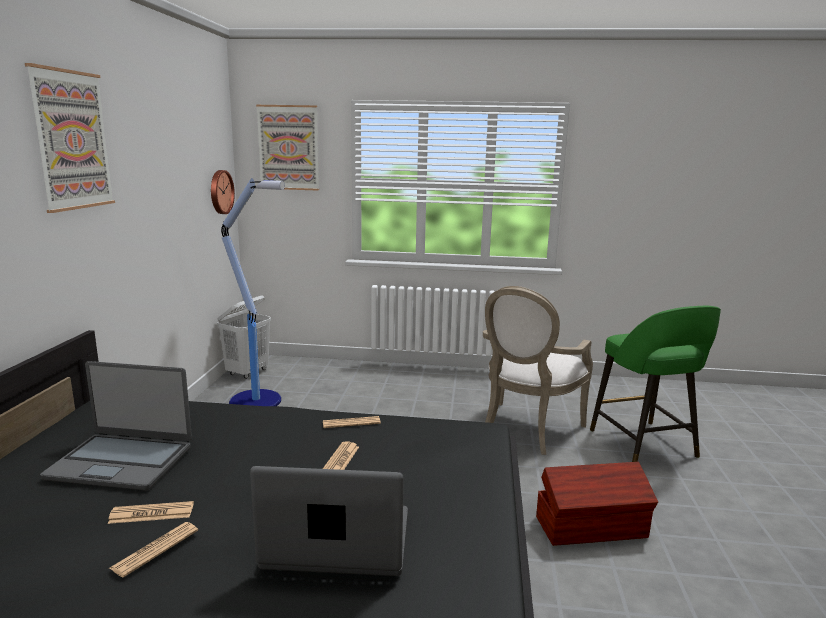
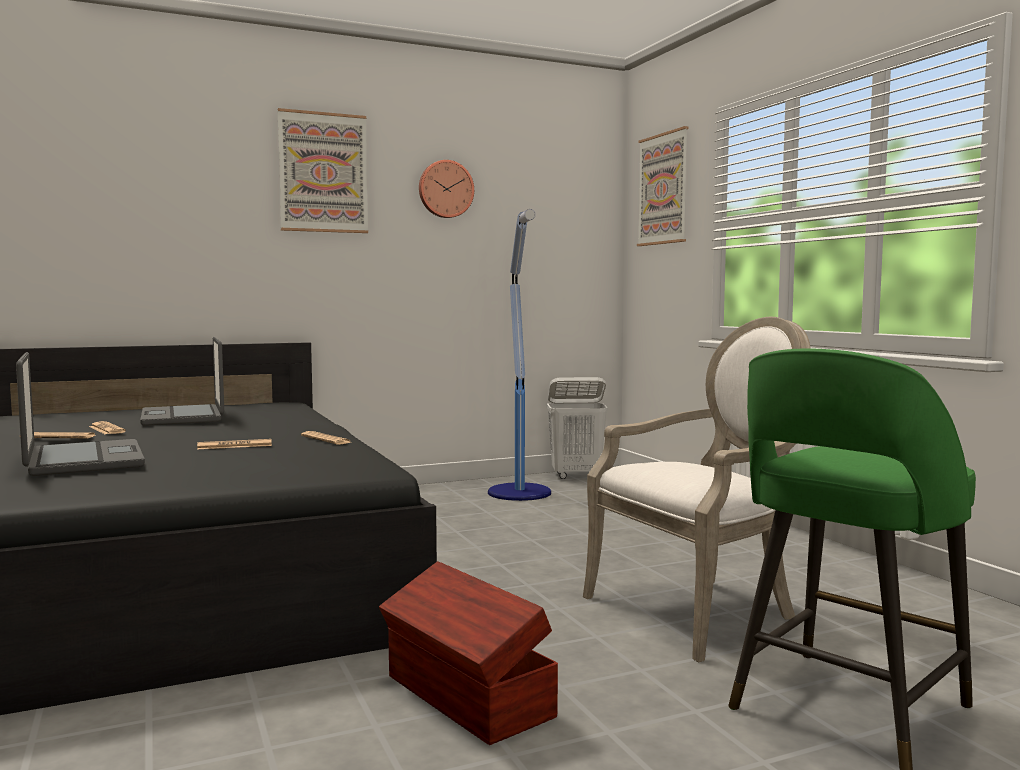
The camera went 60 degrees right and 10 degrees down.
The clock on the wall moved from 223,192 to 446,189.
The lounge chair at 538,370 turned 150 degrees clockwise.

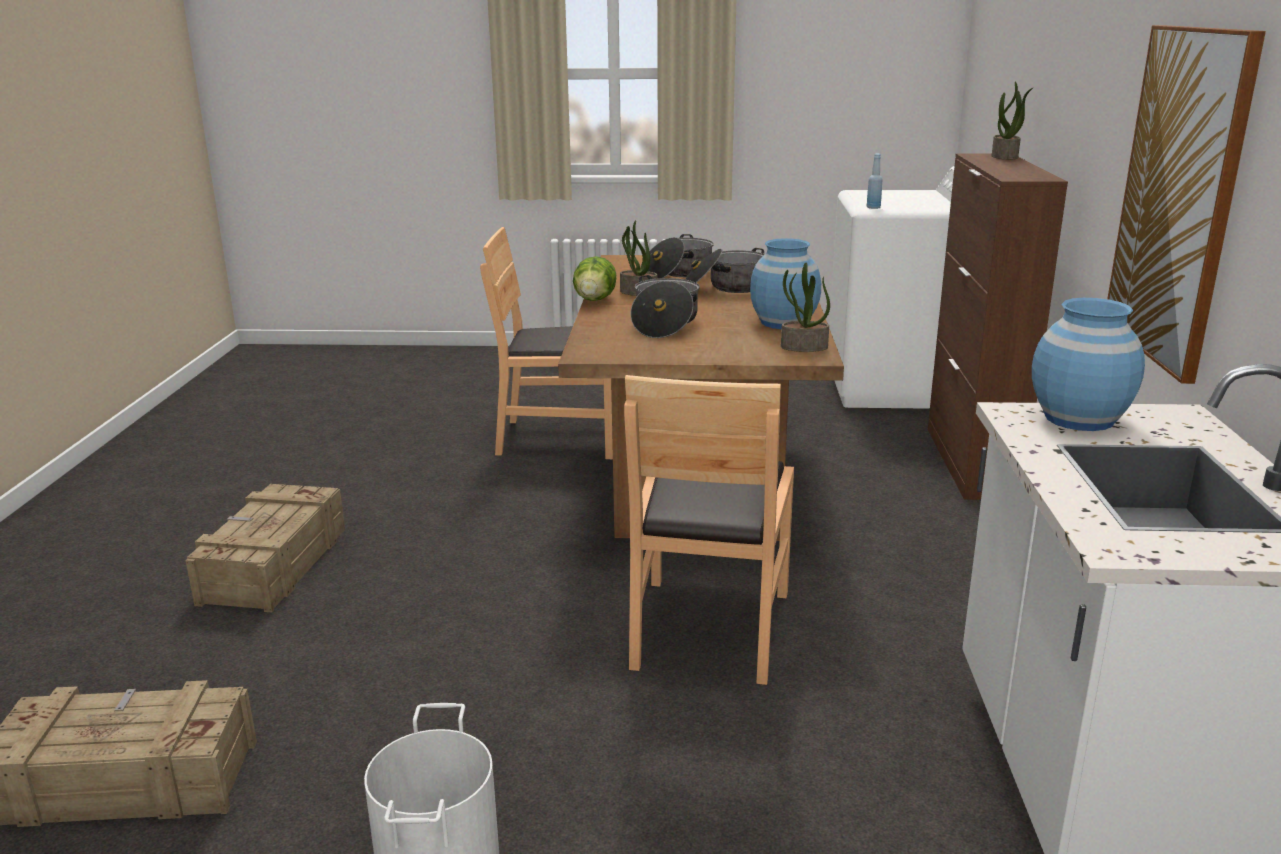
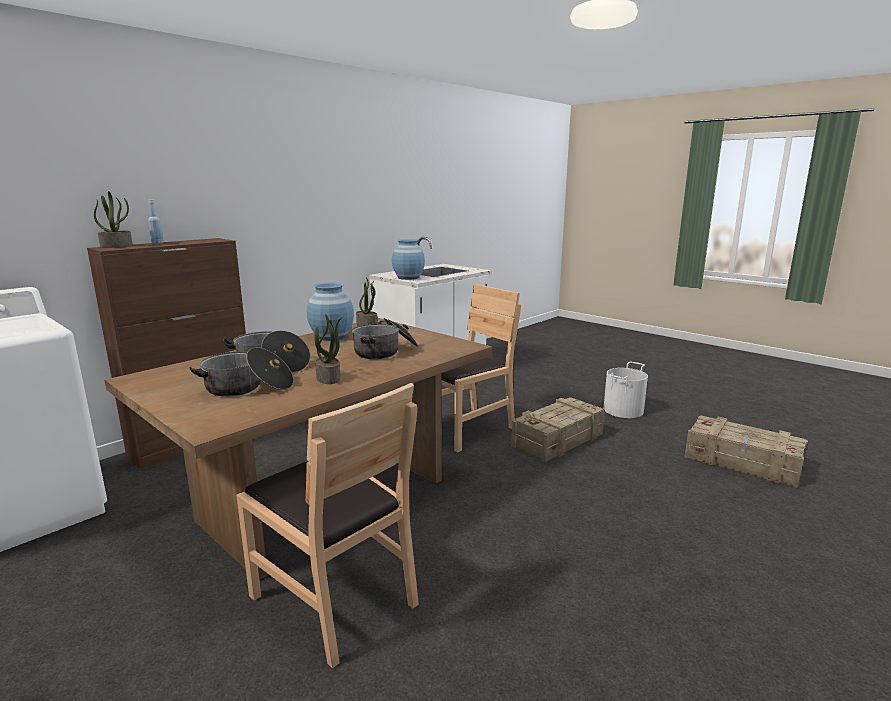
The camera went 140 degrees left and 5 degrees down.
The packing crate moved from 265,548 to 558,429.
The lettuce head at 594,278 disappeared.
The bluish bottle moved from 875,181 to 156,222.
The wall art at 1186,204 disappeared.

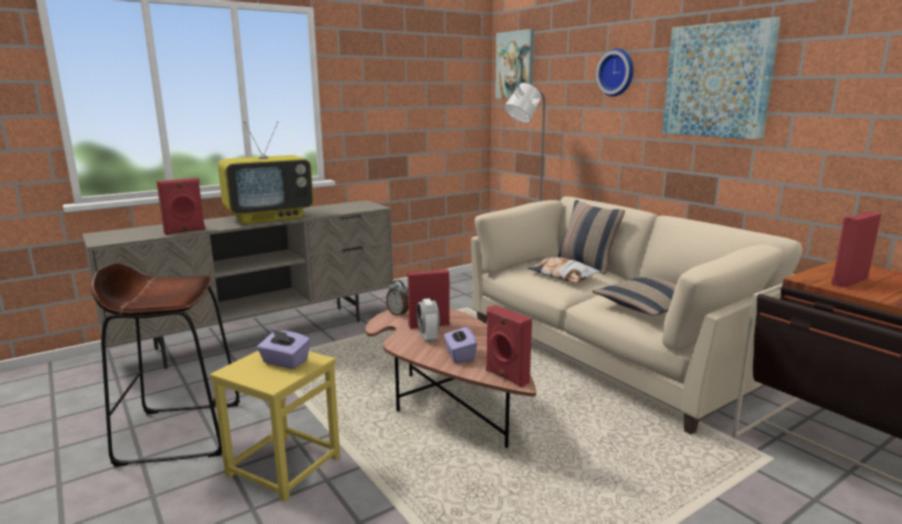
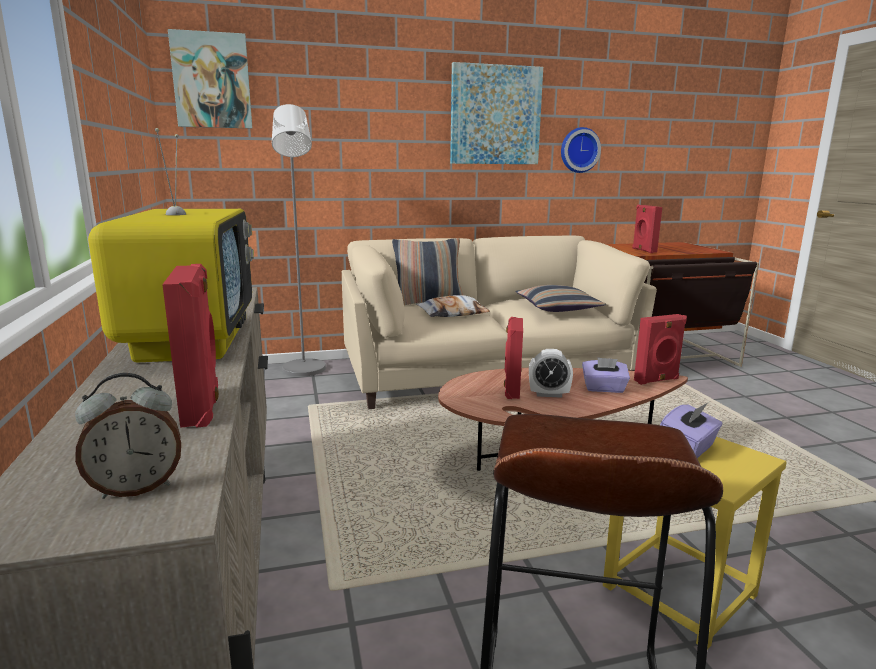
The camera went 70 degrees left and 0 degrees up.
The alarm clock moved from 397,298 to 128,436.
The clock on the wall moved from 615,72 to 581,150.

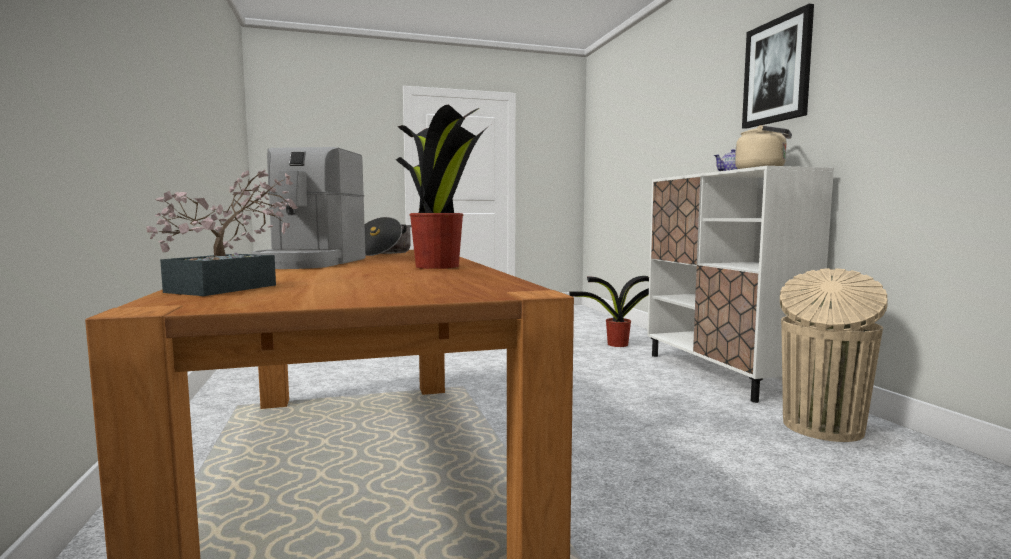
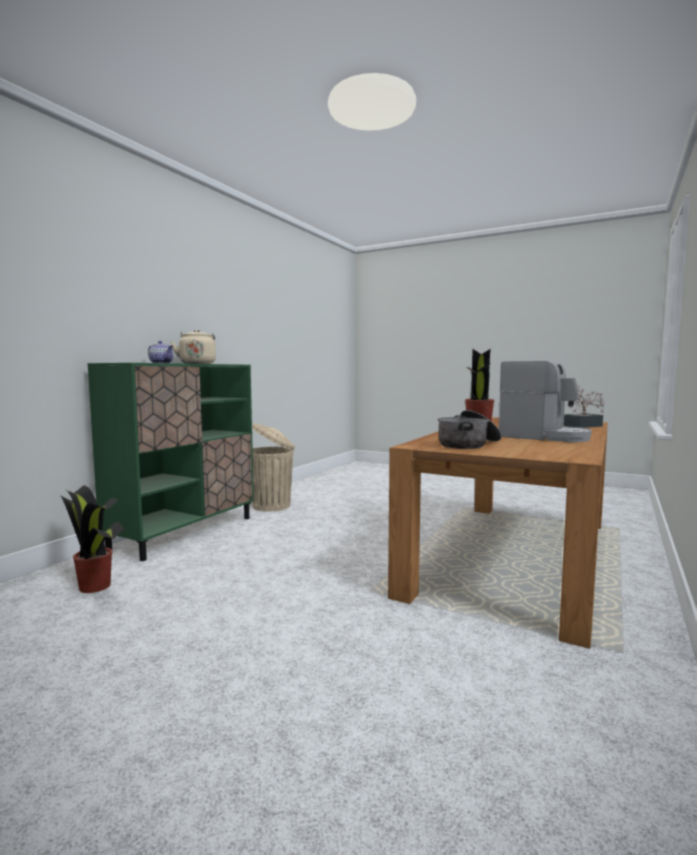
The camera went 135 degrees left and 0 degrees up.
The coffee brewer at 308,208 turned 75 degrees clockwise.
The whitish cupboard at 740,284 became the greenish cupboard at 171,462.
The wall art at 778,66 disappeared.

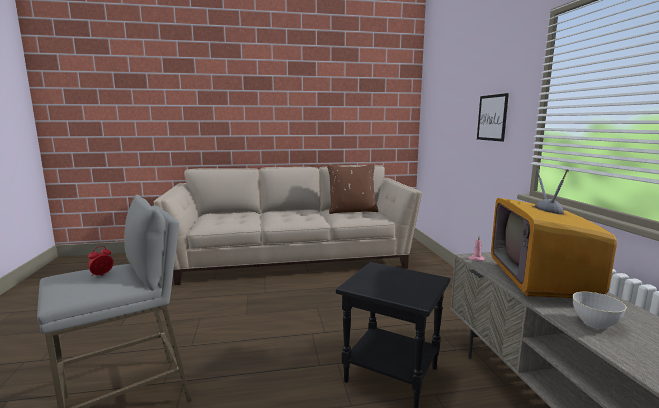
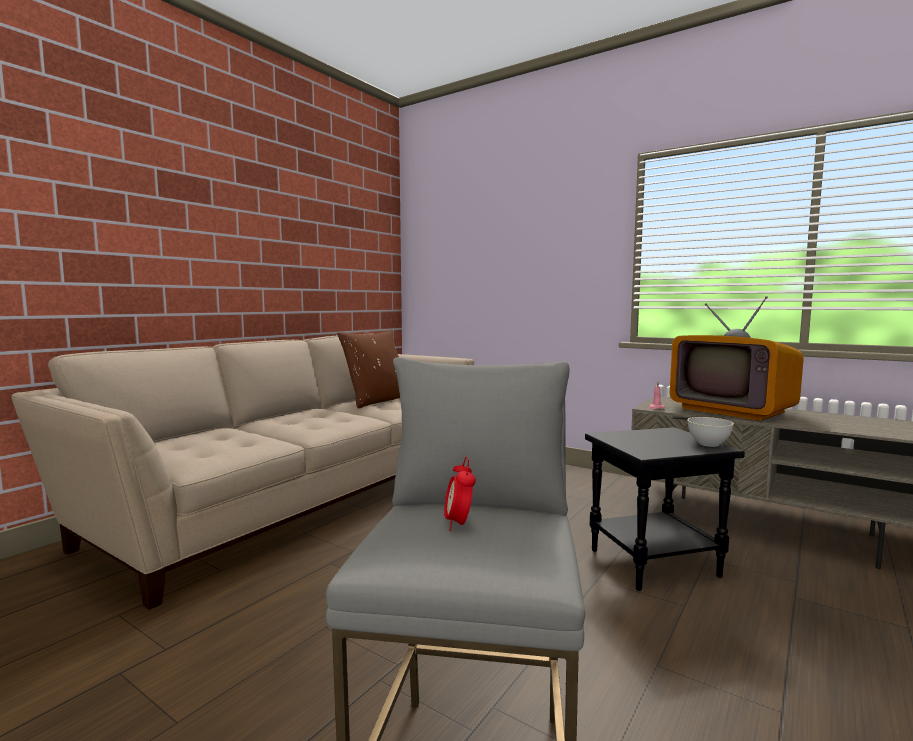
The camera went 45 degrees left and 5 degrees down.
The wall art at 493,117 disappeared.
The greyish bowl moved from 600,310 to 710,432.

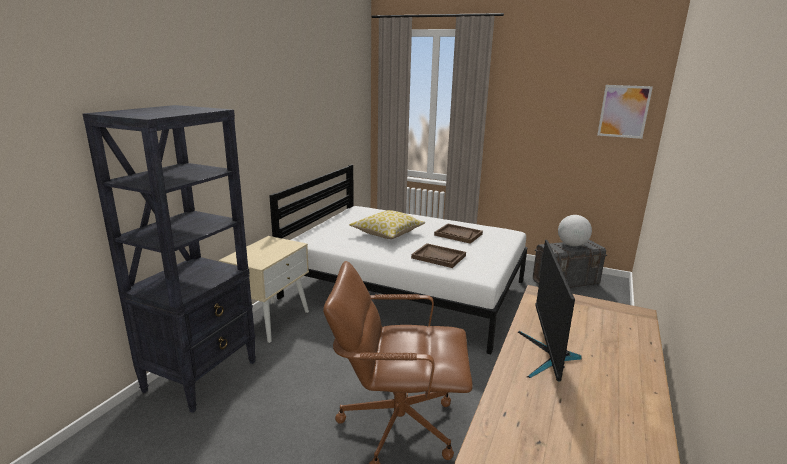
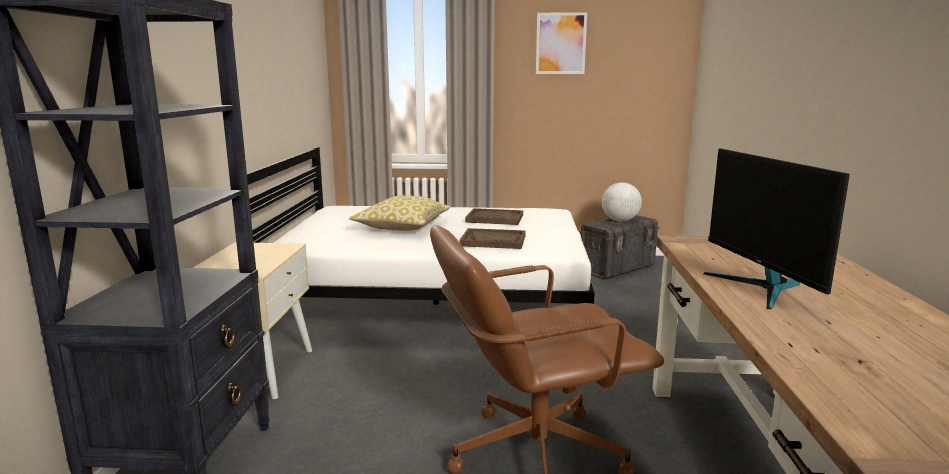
The camera went 20 degrees left and 5 degrees down.
The wall art moved from 625,112 to 561,43.

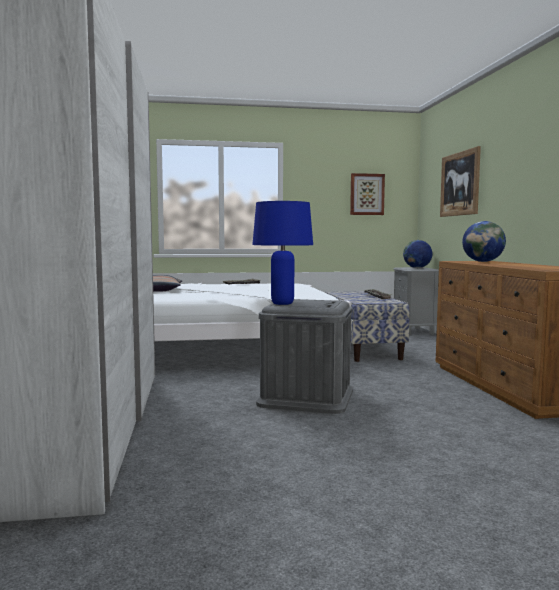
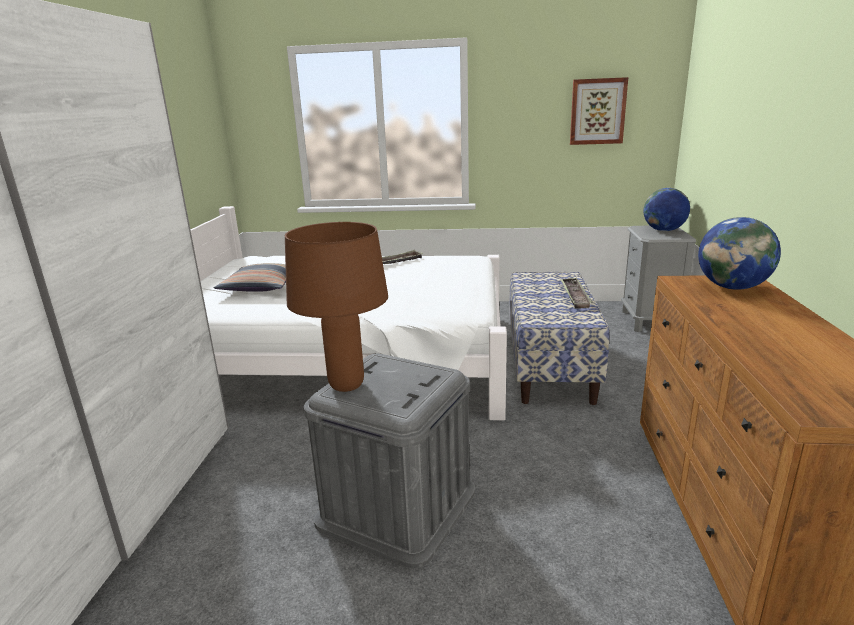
The camera went 15 degrees right and 15 degrees up.
The bluish table lamp at 282,253 became the brown-coloured table lamp at 336,307.
The wall art at 460,181 disappeared.

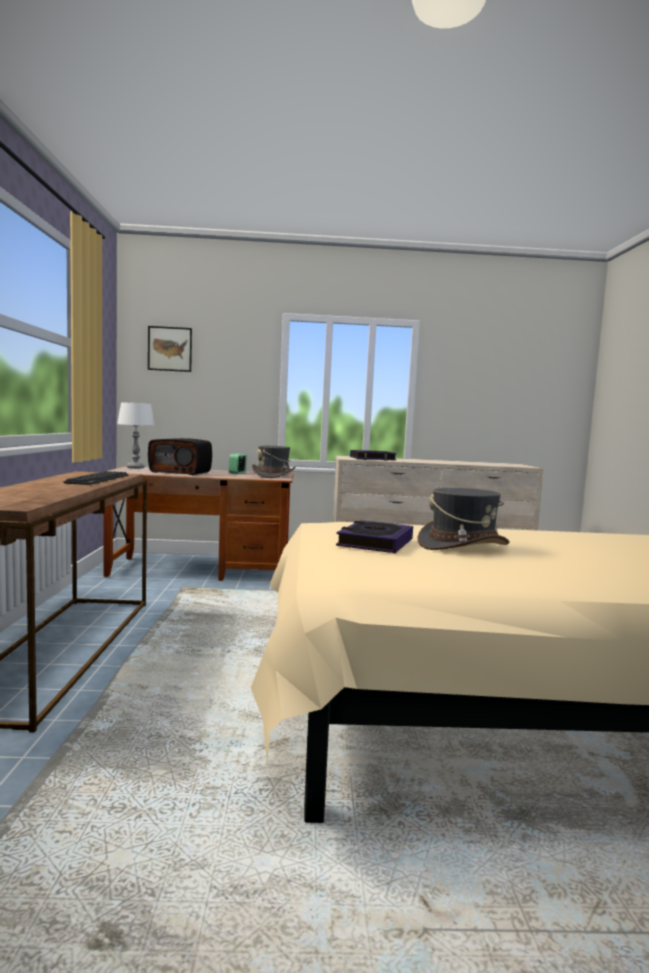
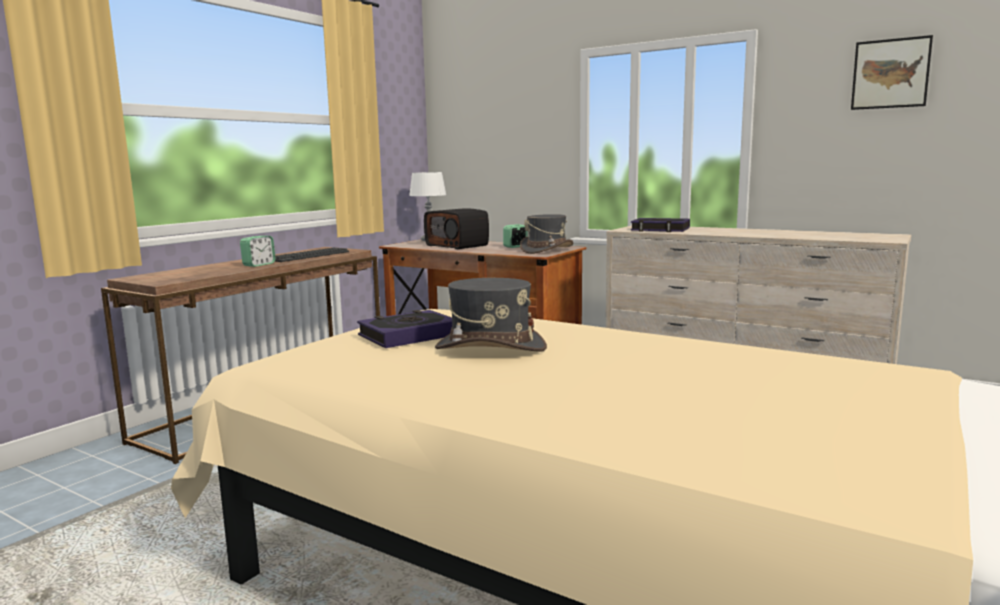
The camera went 35 degrees right and 5 degrees up.
The wall art moved from 170,349 to 892,72.
The alarm clock at 258,251 appeared.

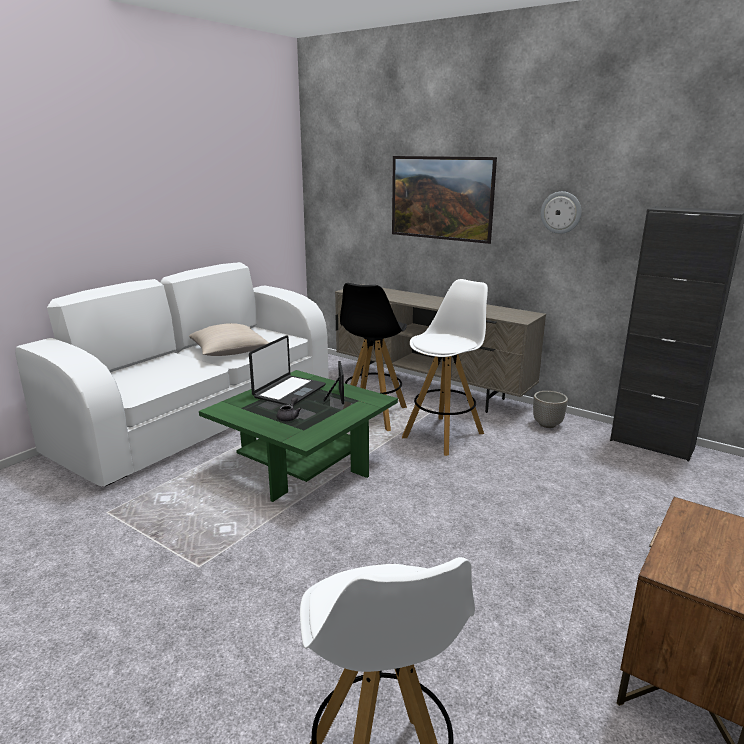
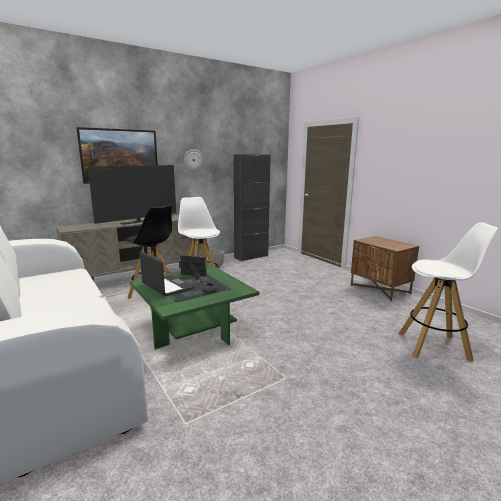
The camera went 70 degrees left and 5 degrees down.
The sand-coloured throw pillow at 229,339 disappeared.
The TV at 132,195 appeared.

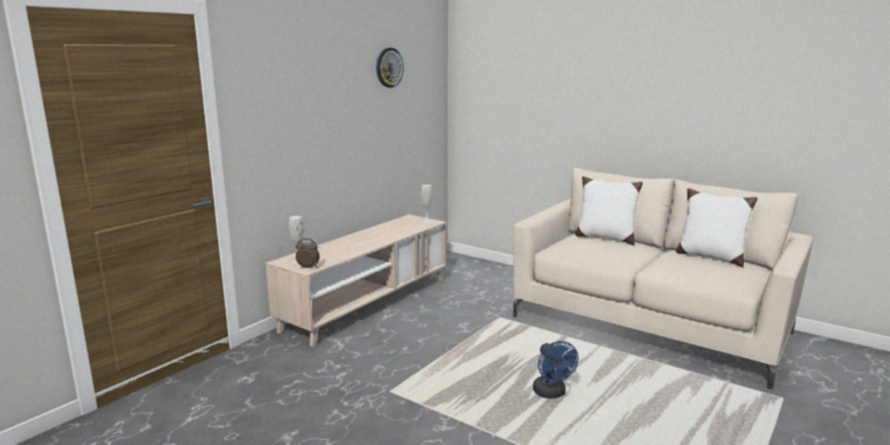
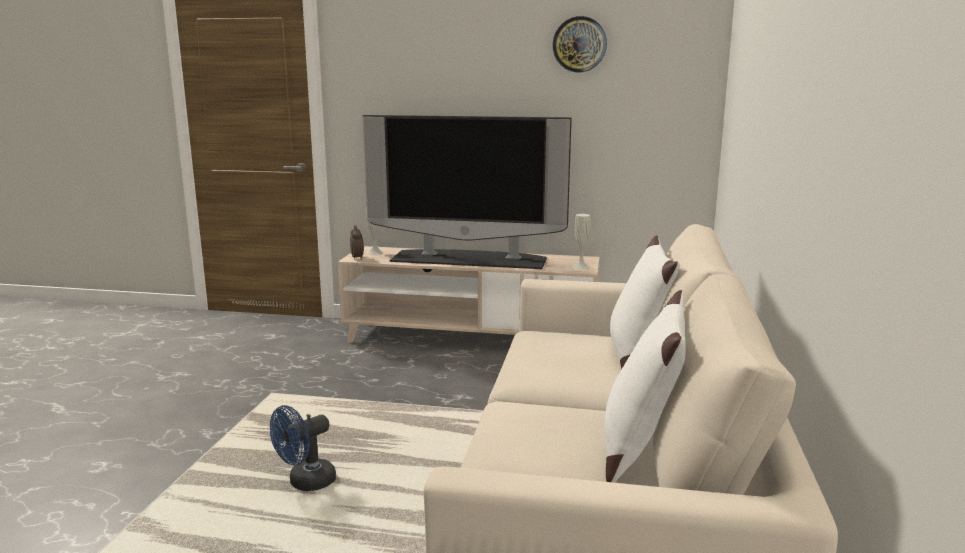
The camera went 65 degrees right and 0 degrees up.
The TV at 467,192 appeared.

